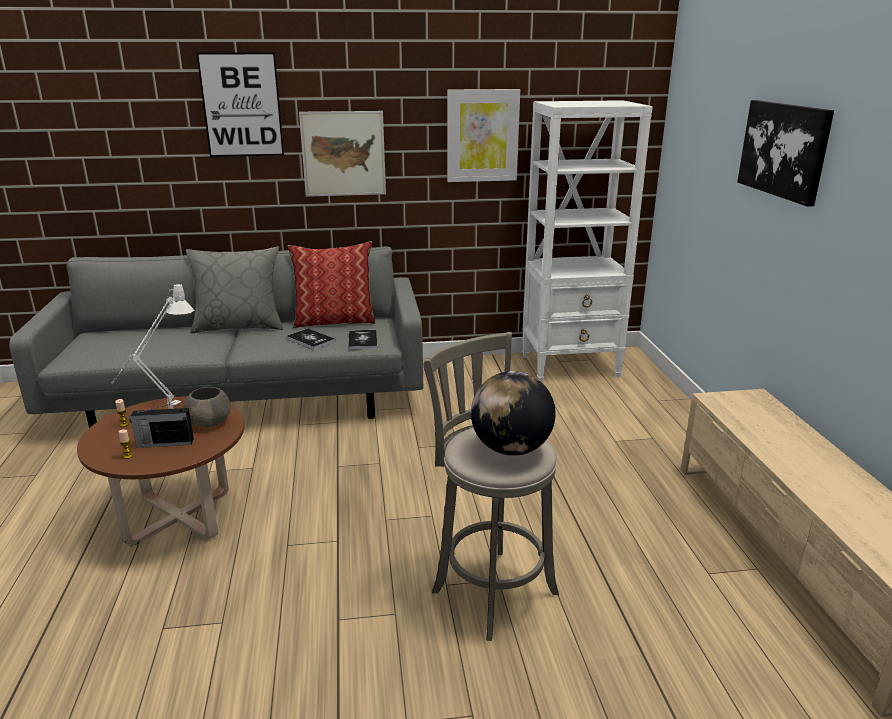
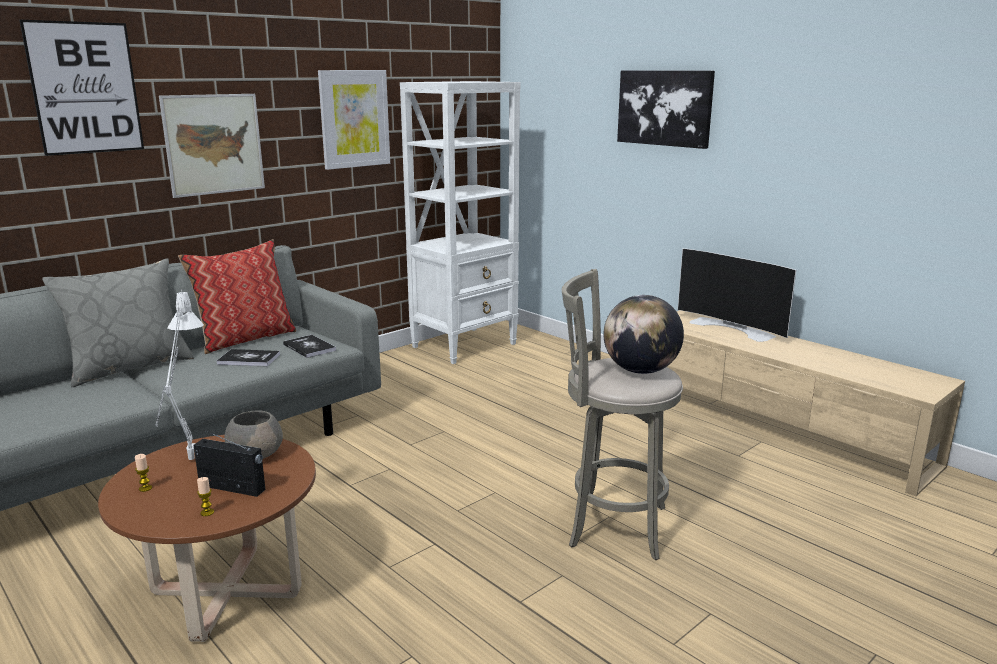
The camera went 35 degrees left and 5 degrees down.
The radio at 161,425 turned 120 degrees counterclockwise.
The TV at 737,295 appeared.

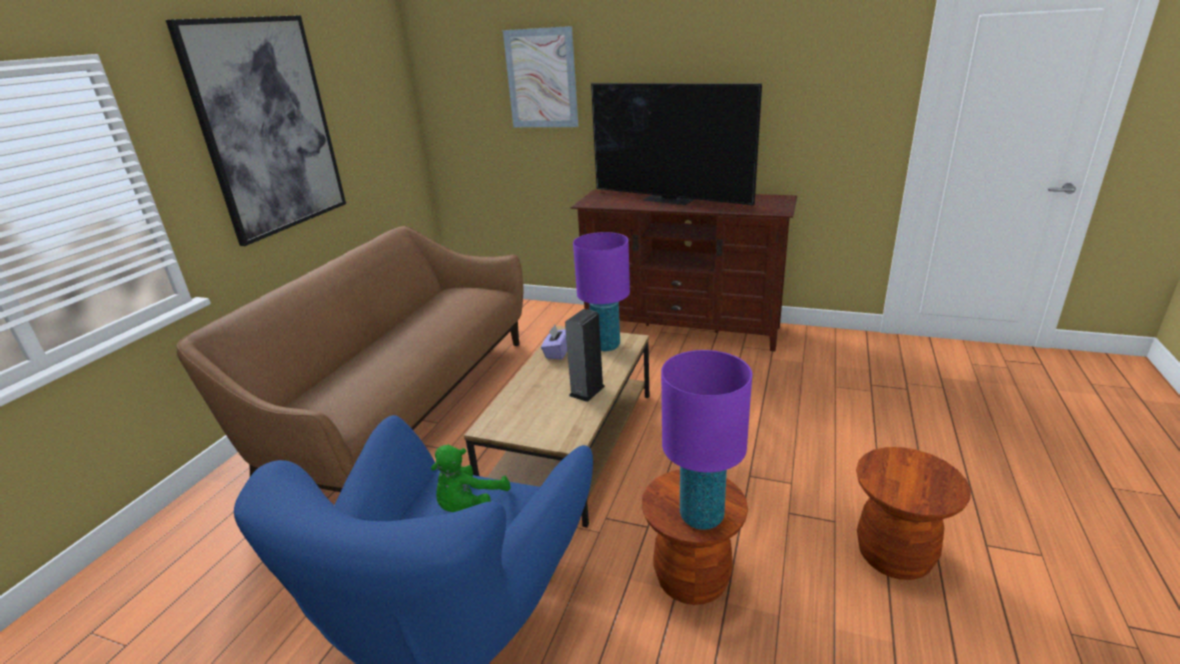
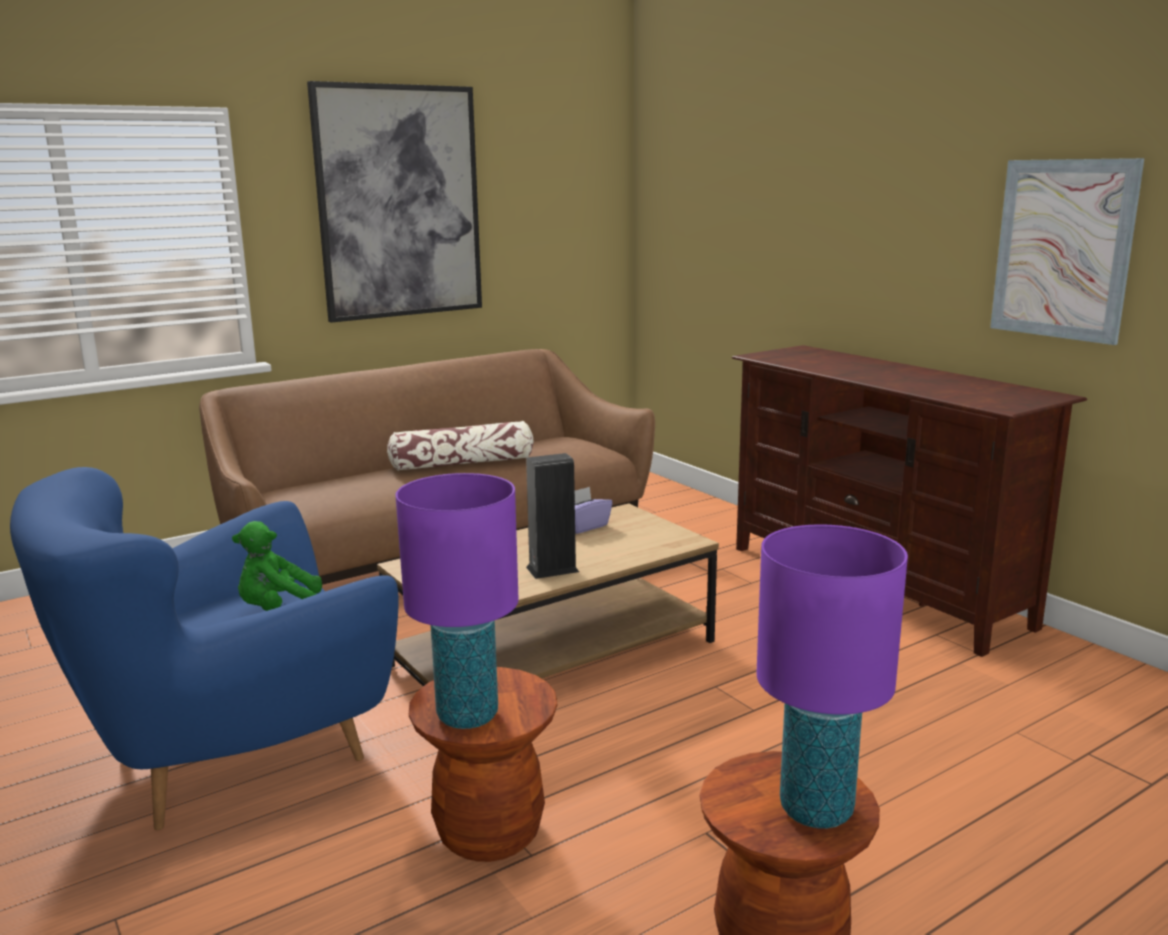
The camera went 35 degrees right and 10 degrees down.
The wall art moved from 541,76 to 1067,251.
The purple-coloured table lamp moved from 601,291 to 832,677.
The TV at 676,144 disappeared.
The throw pillow at 460,446 appeared.

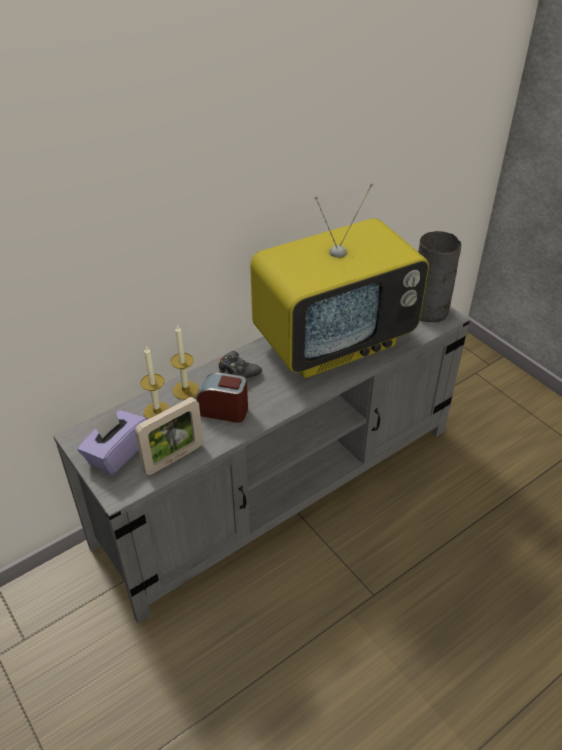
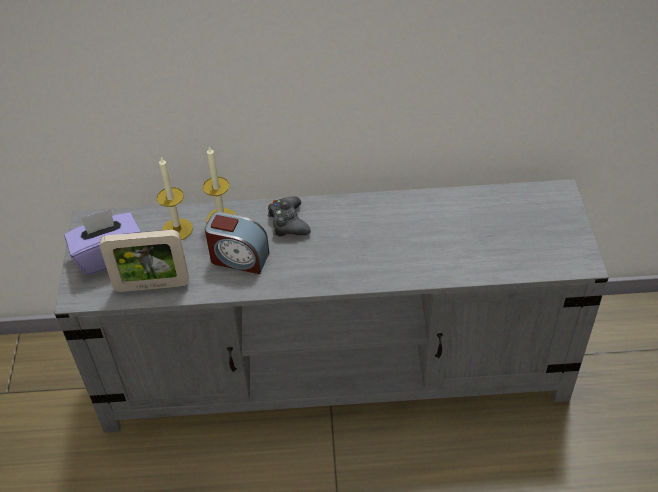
The camera went 35 degrees right and 5 degrees up.
The alarm clock at 222,398 turned 150 degrees clockwise.
The TV at 339,280 disappeared.
The greyish decorative vase at 439,276 disappeared.

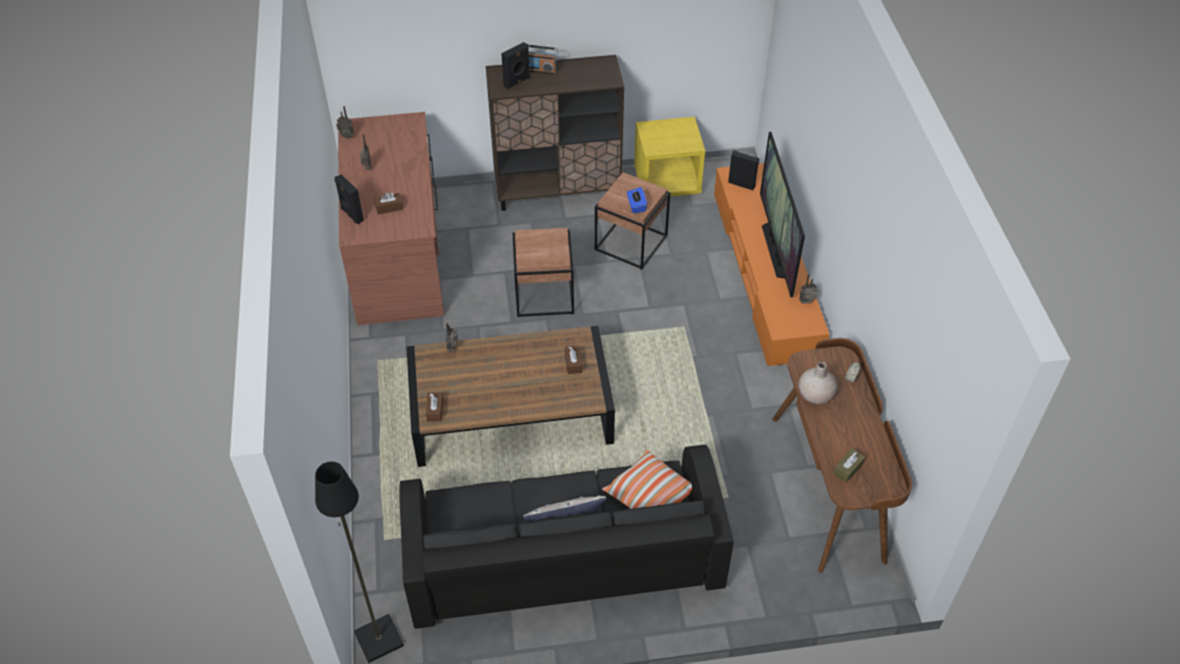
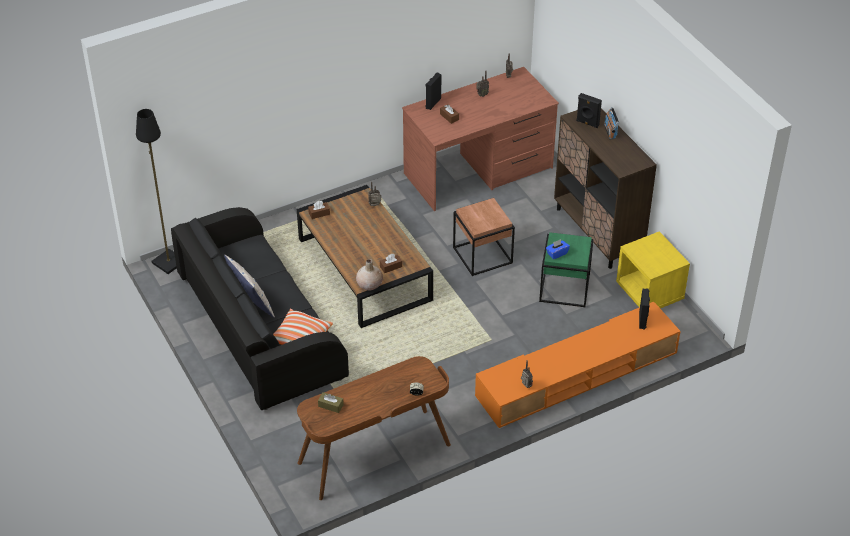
The camera went 70 degrees right and 5 degrees down.
The brown-coloured end table at 633,220 became the greenish end table at 566,269.
The TV at 782,214 disappeared.
The sand-coloured decorative vase moved from 818,382 to 369,275.

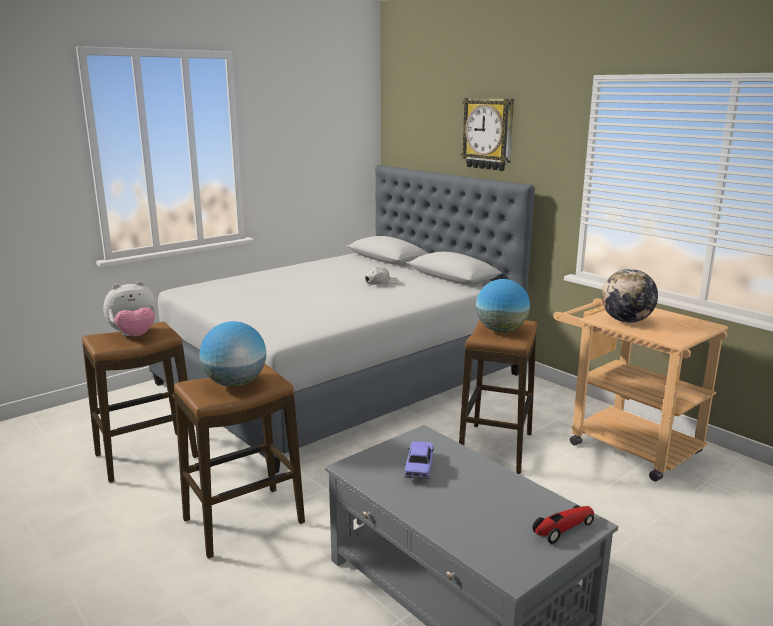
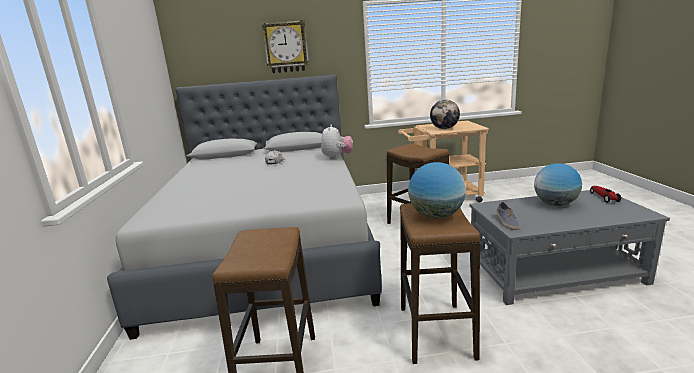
The camera went 55 degrees left and 0 degrees up.
The soft toy moved from 130,308 to 337,142.
The model car at 419,460 disappeared.
The desk globe moved from 503,305 to 558,184.
The item of footwear at 508,216 appeared.

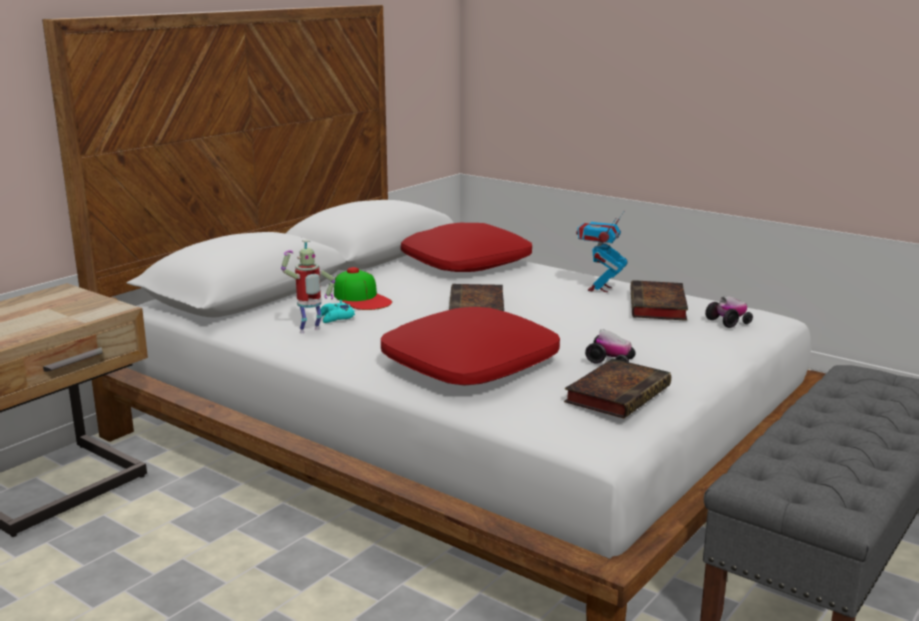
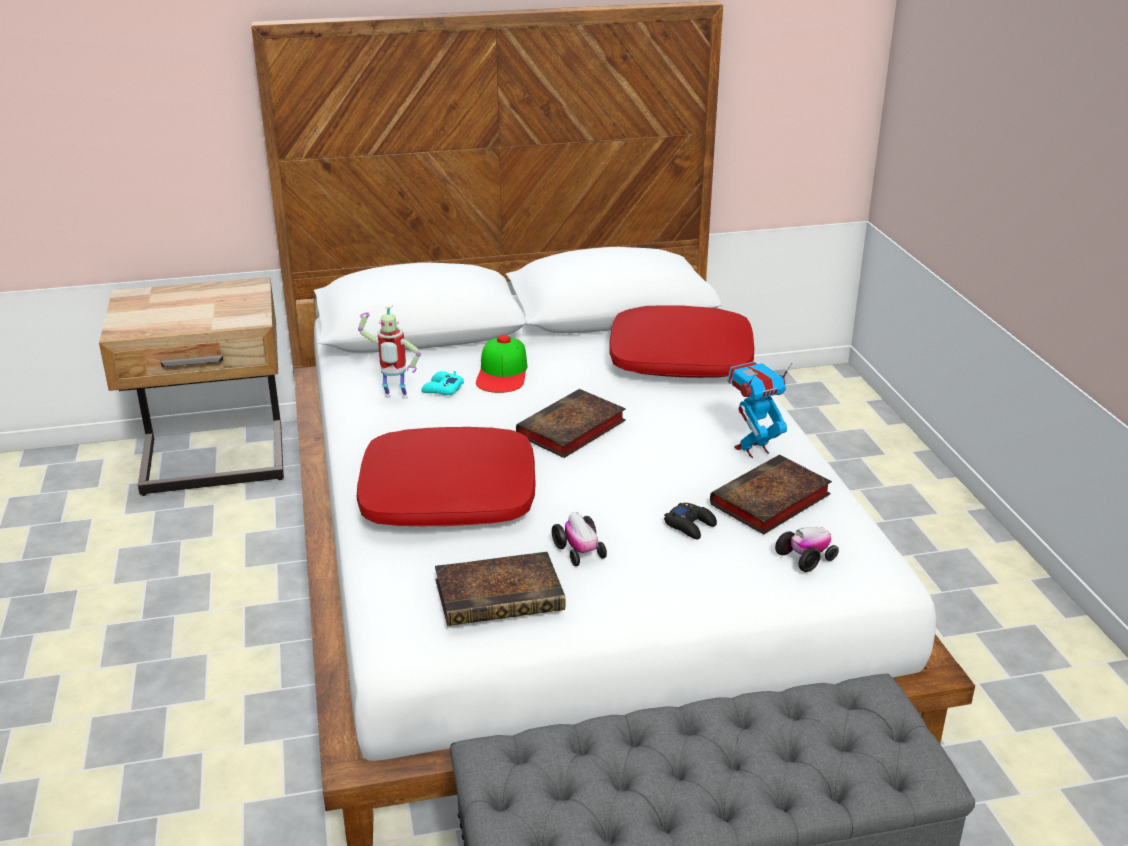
The camera went 40 degrees right and 10 degrees up.
The model car at 729,312 turned 45 degrees counterclockwise.
The black-coloured gamepad at 690,521 appeared.

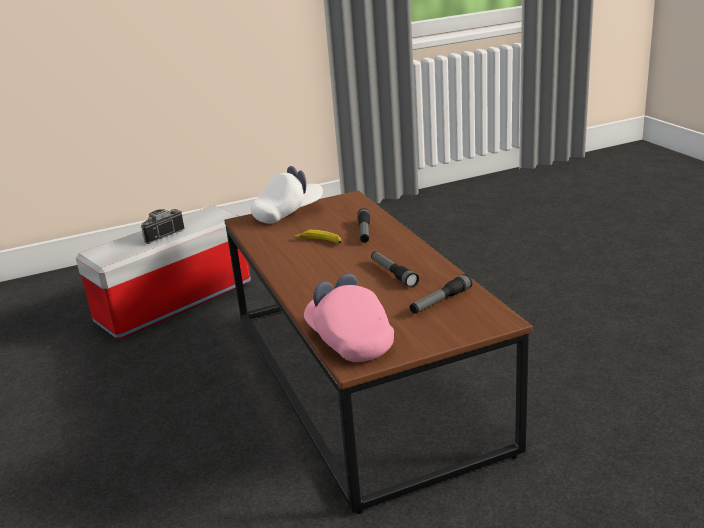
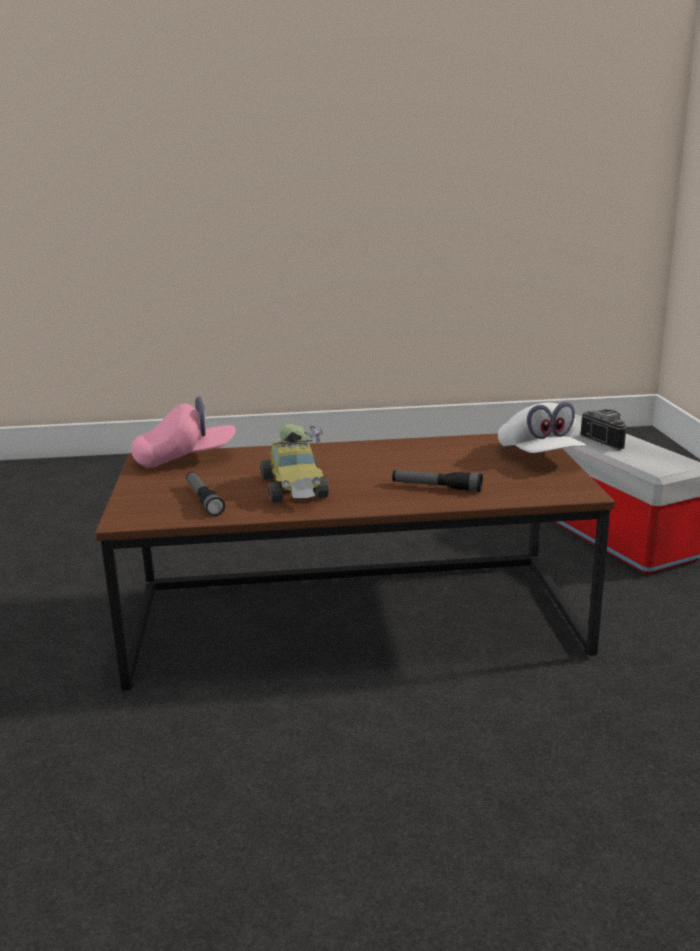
The camera went 105 degrees right and 5 degrees down.
The whole banana at 317,237 disappeared.
The hand torch at 395,269 was replaced by the model car at 295,463.

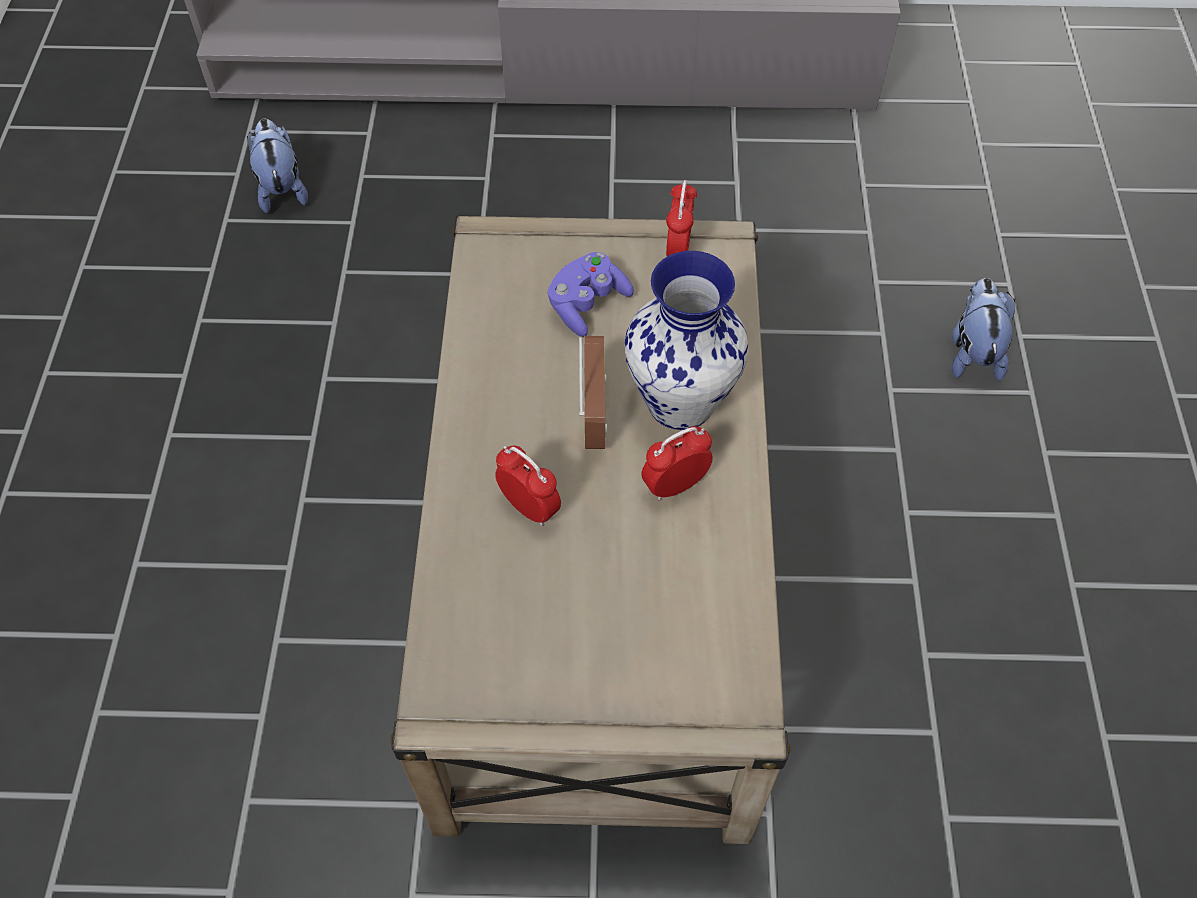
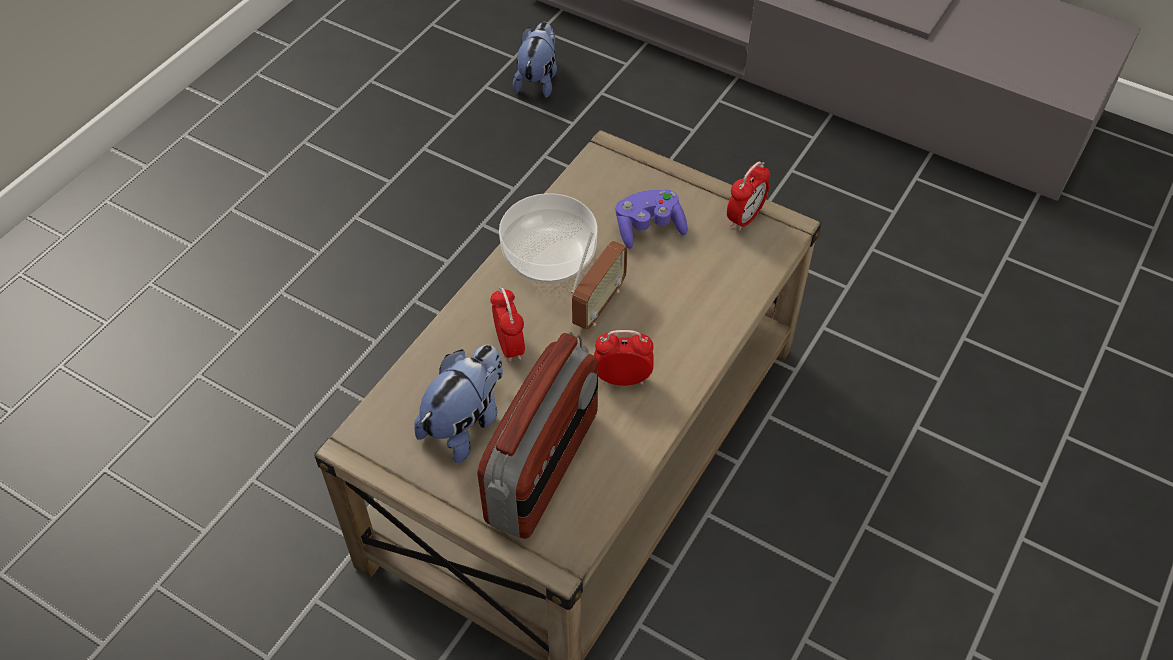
The camera went 30 degrees right and 5 degrees down.
The decorative vase at 687,340 disappeared.
The soft toy moved from 983,329 to 458,404.
The radio at 537,435 appeared.
The bowl at 548,238 appeared.

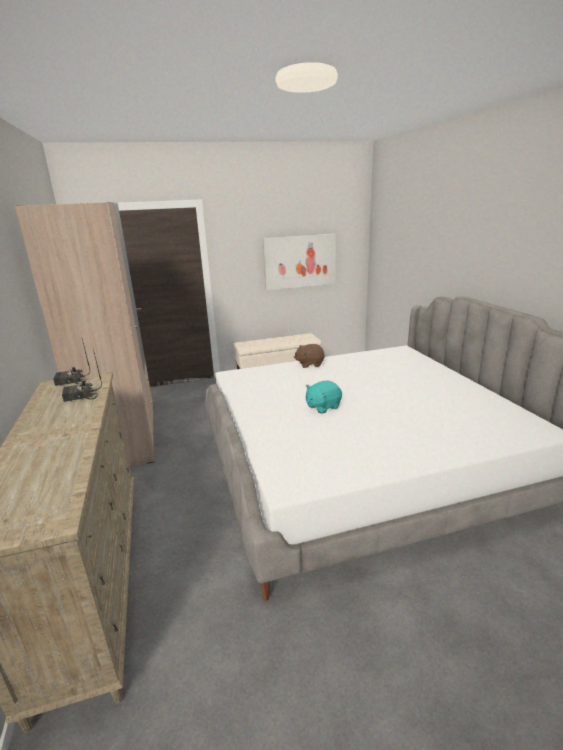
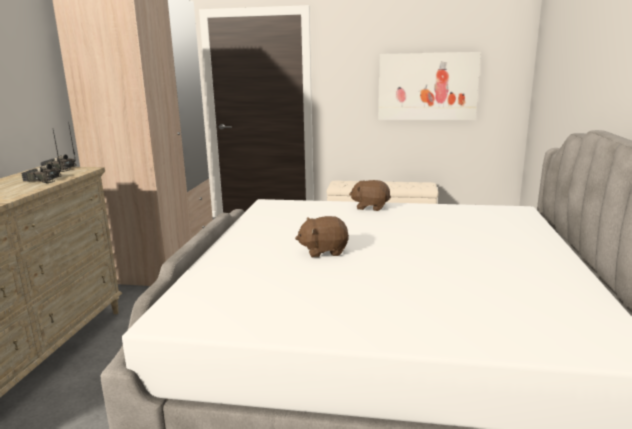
The camera went 25 degrees right and 5 degrees down.
The turquoise-coloured soft toy at 324,397 became the brown-coloured soft toy at 322,236.

